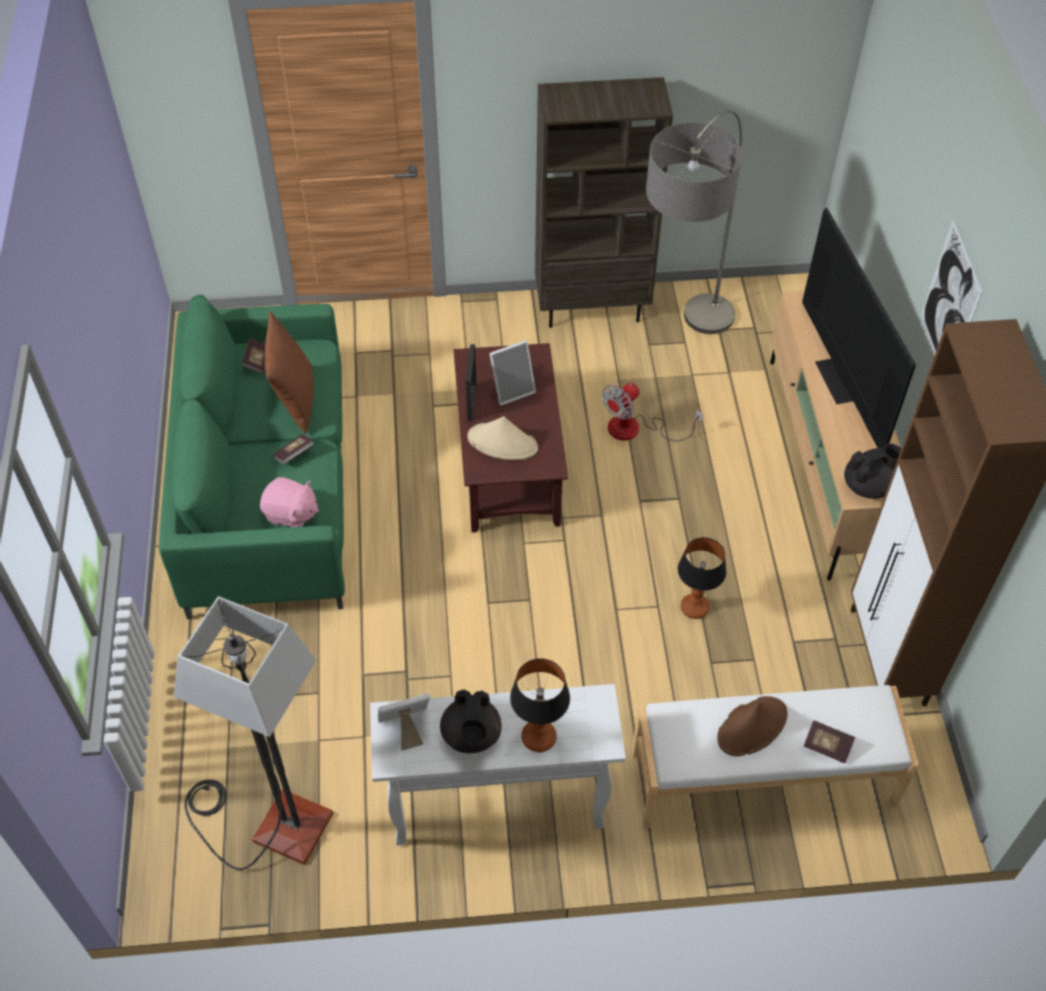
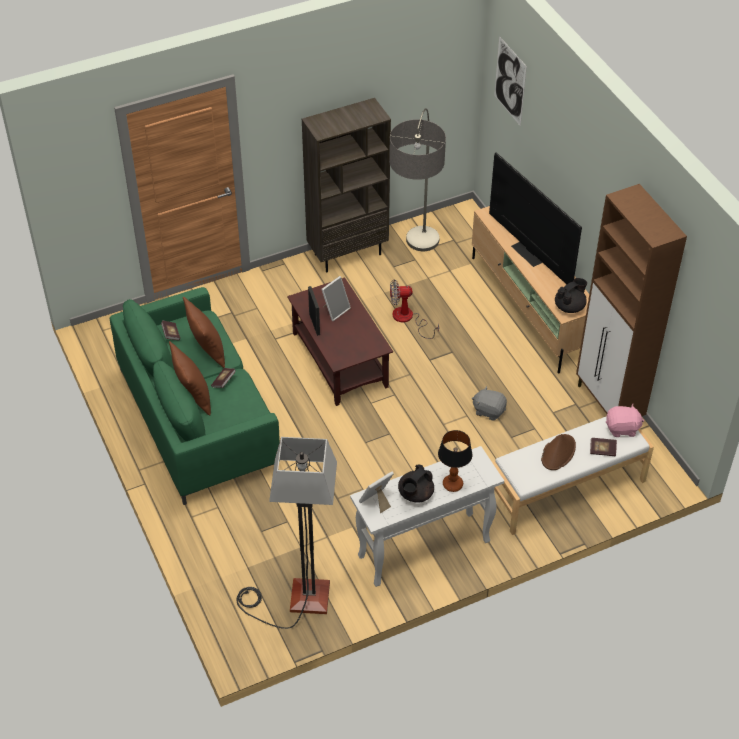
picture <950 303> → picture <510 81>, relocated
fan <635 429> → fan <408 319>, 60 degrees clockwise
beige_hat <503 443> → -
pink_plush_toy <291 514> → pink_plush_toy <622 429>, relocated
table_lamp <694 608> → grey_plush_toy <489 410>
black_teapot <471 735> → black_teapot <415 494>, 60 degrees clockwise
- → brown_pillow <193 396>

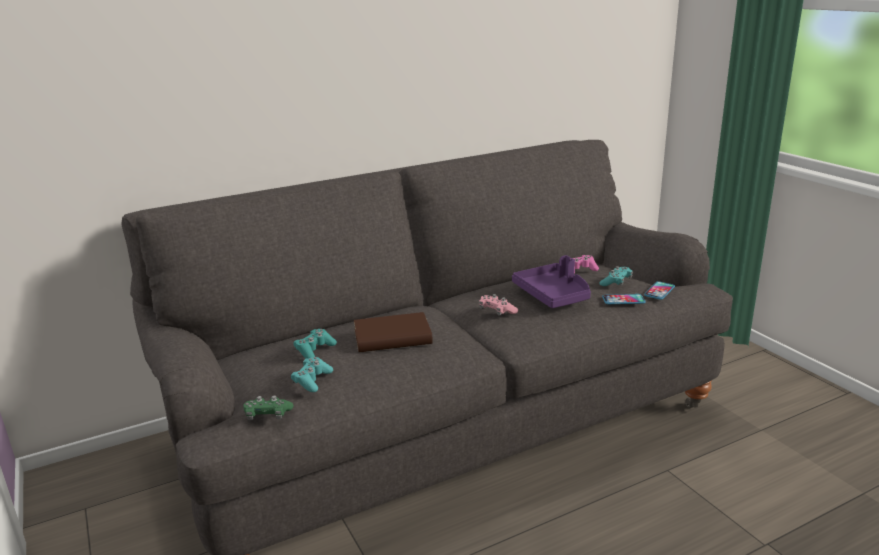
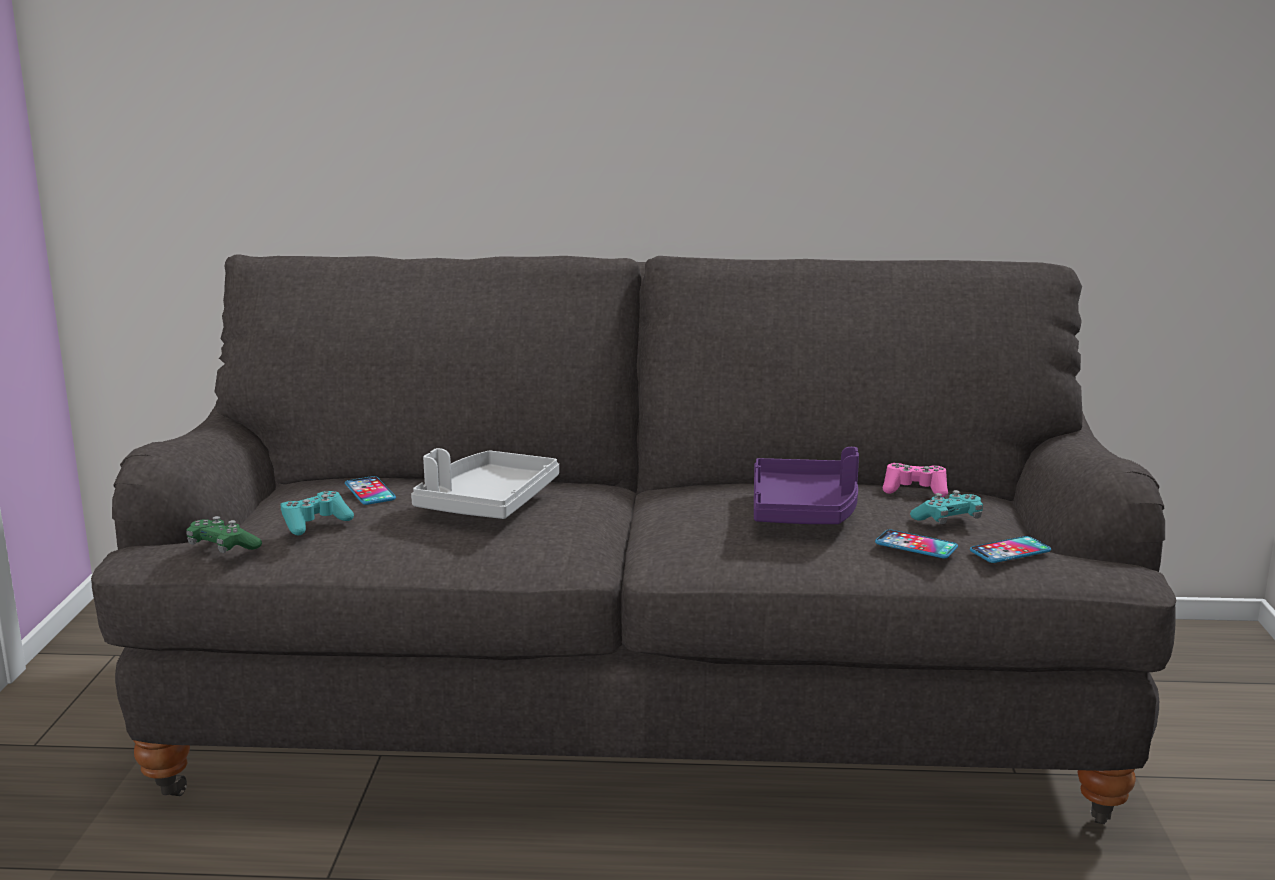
pink_game_controller <497 311> → -
brown_book <392 337> → grey_tray <487 503>
turquoise_game_controller <314 350> → phone <370 492>

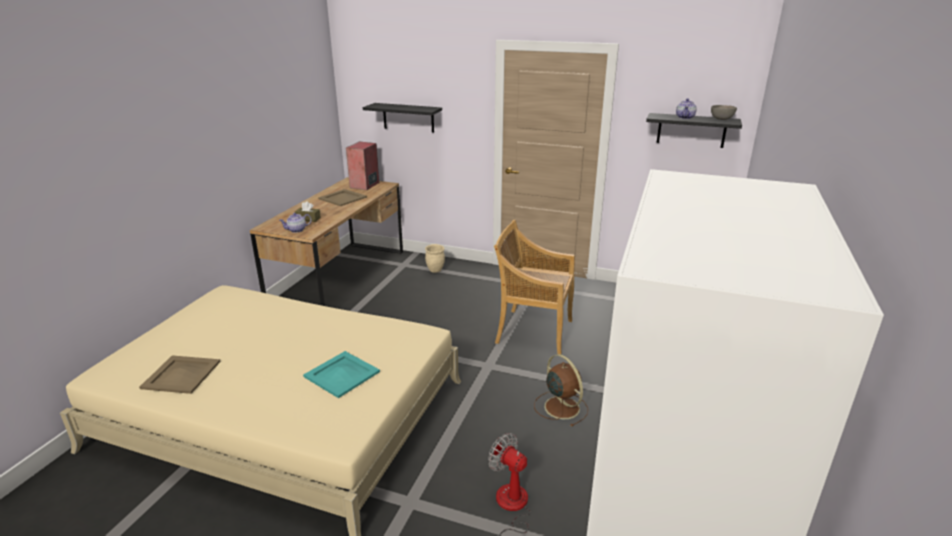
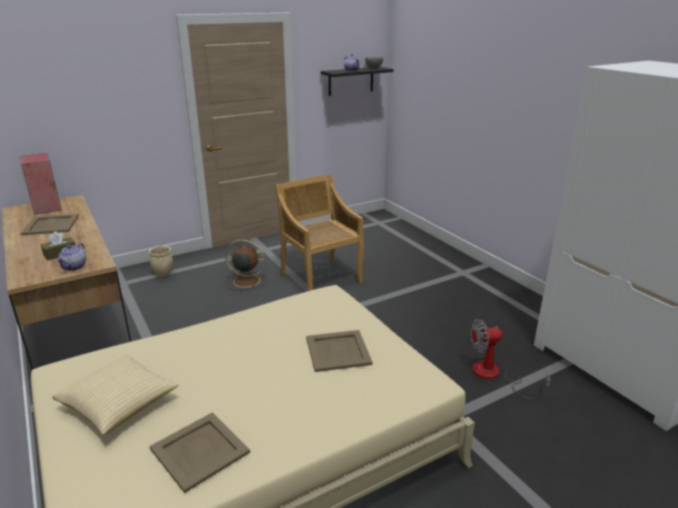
black_shelf <408 117> → -
beige_chair <532 331> → beige_chair <320 277>, 90 degrees clockwise
turquoise_tray <341 374> → beige_tray <337 351>
brown_fan <560 406> → brown_fan <245 281>, relocated
- → pillow <119 405>

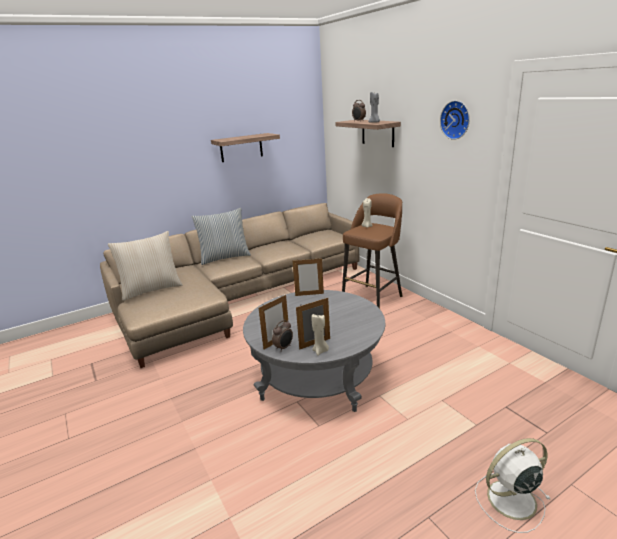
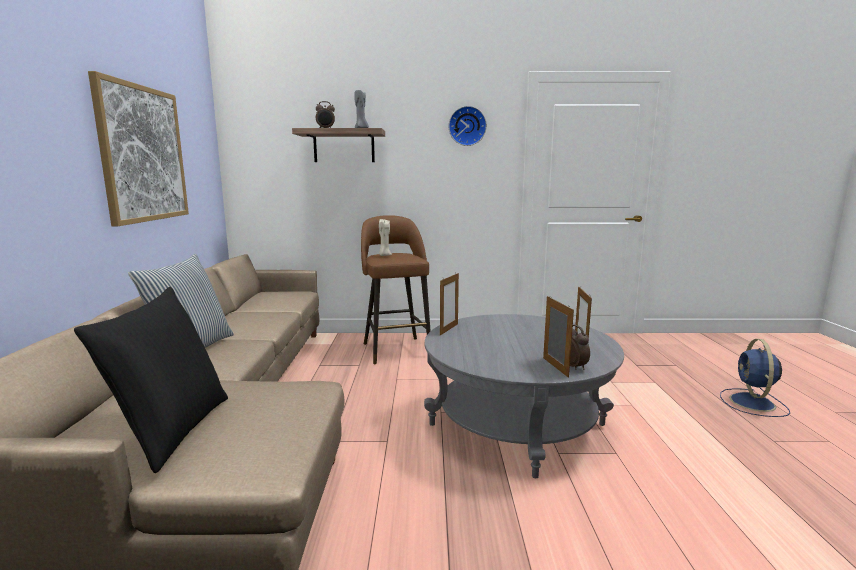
shelf <241 147> → picture <143 154>
beige_pillow <151 289> → black_pillow <172 431>
beige_candle <320 351> → -
white_fan <509 500> → blue_fan <753 403>

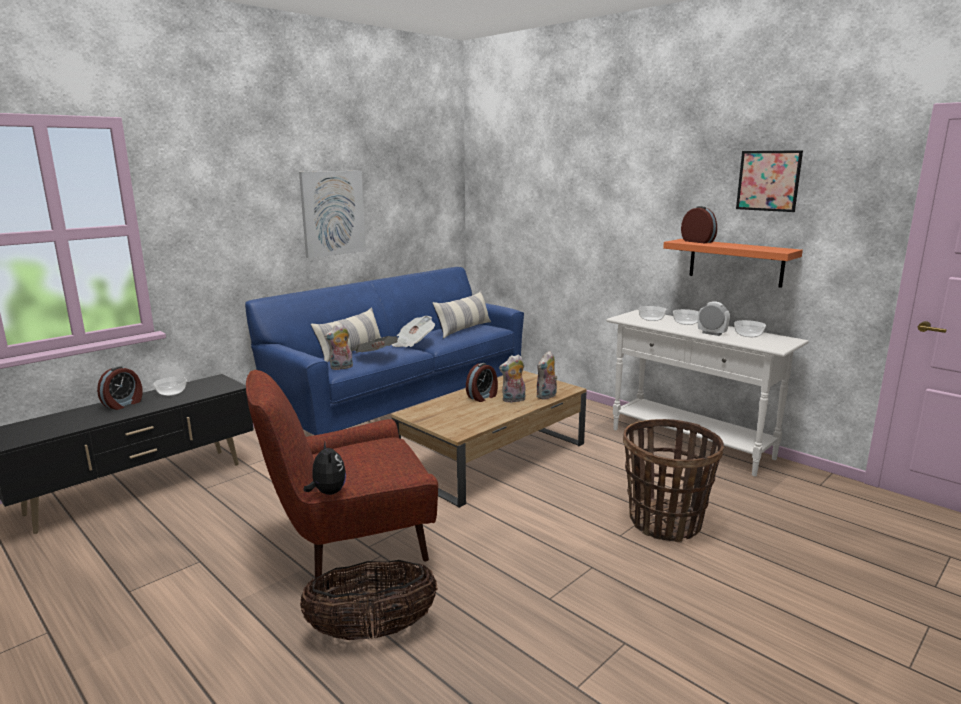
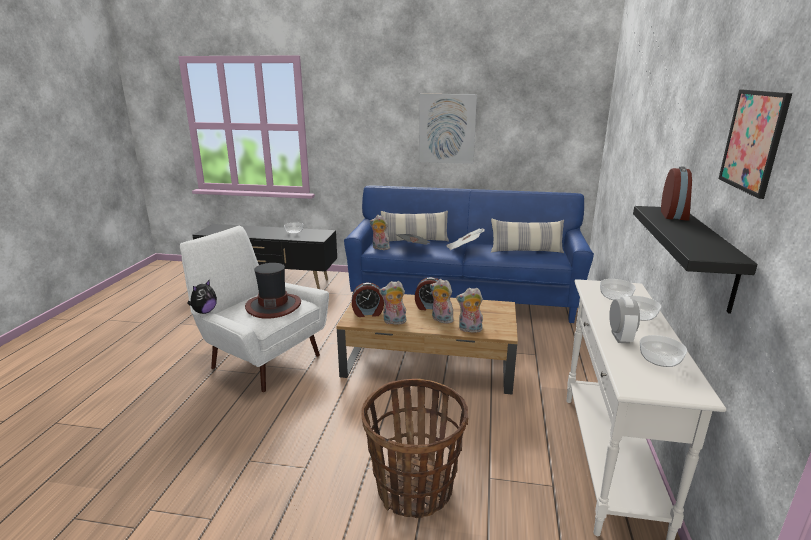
orange_shelf <735 262> → black_shelf <707 257>
alarm_clock <123 404> → alarm_clock <368 313>, relocated
red_armchair <350 545> → white_armchair <261 359>
basket <372 631> → -
- → hat <273 306>
- → plush_toy <394 322>

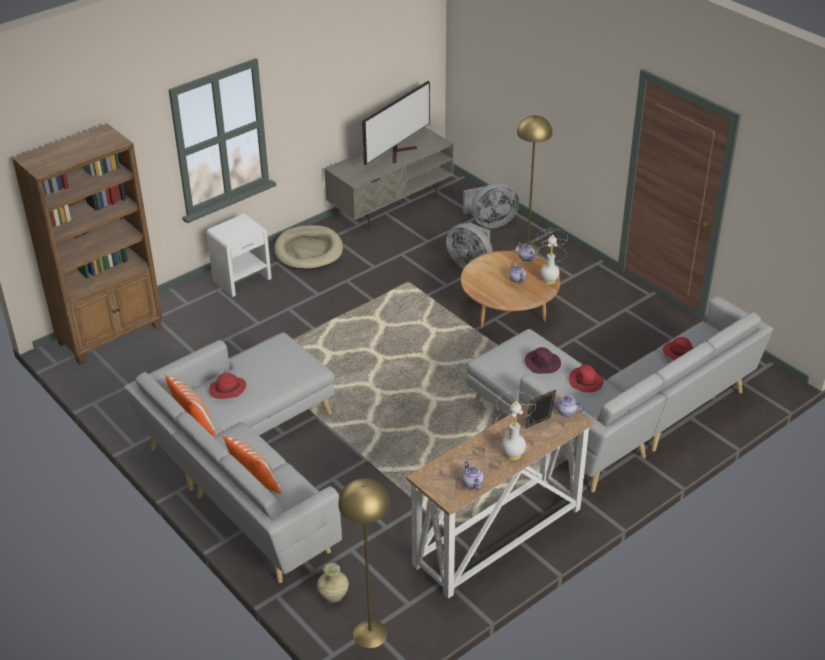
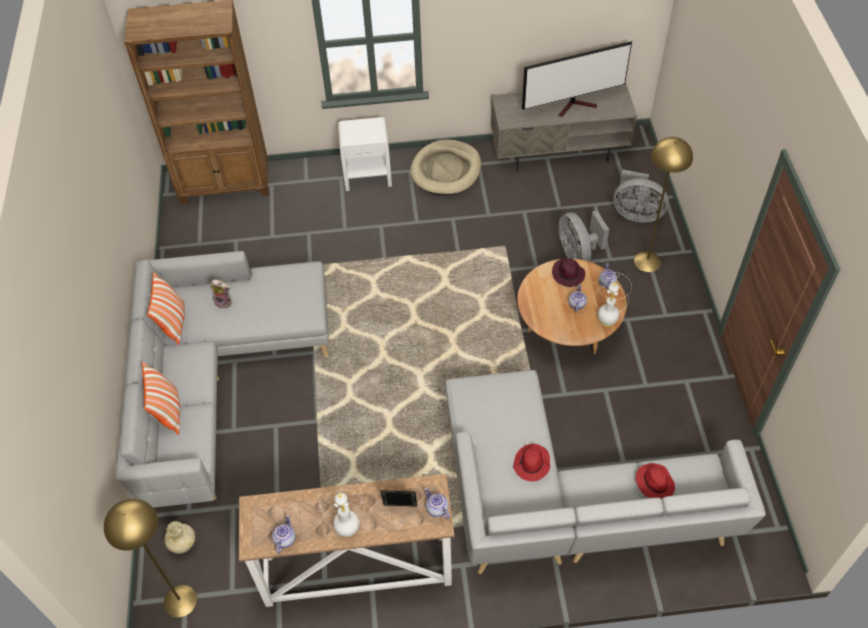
purple_hat <543 364> → purple_hat <568 274>, relocated
red_hat <227 390> → plush_toy <224 302>

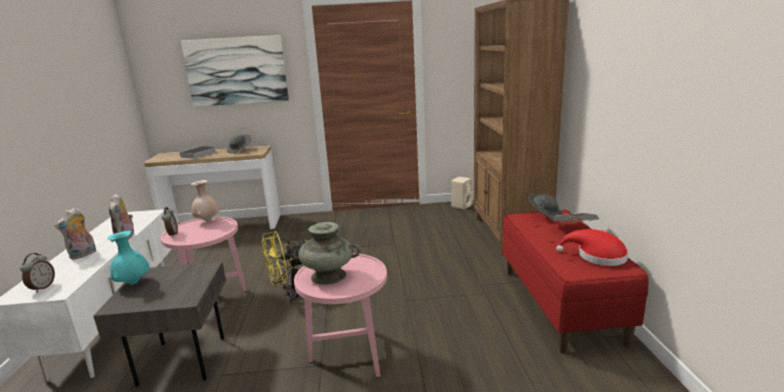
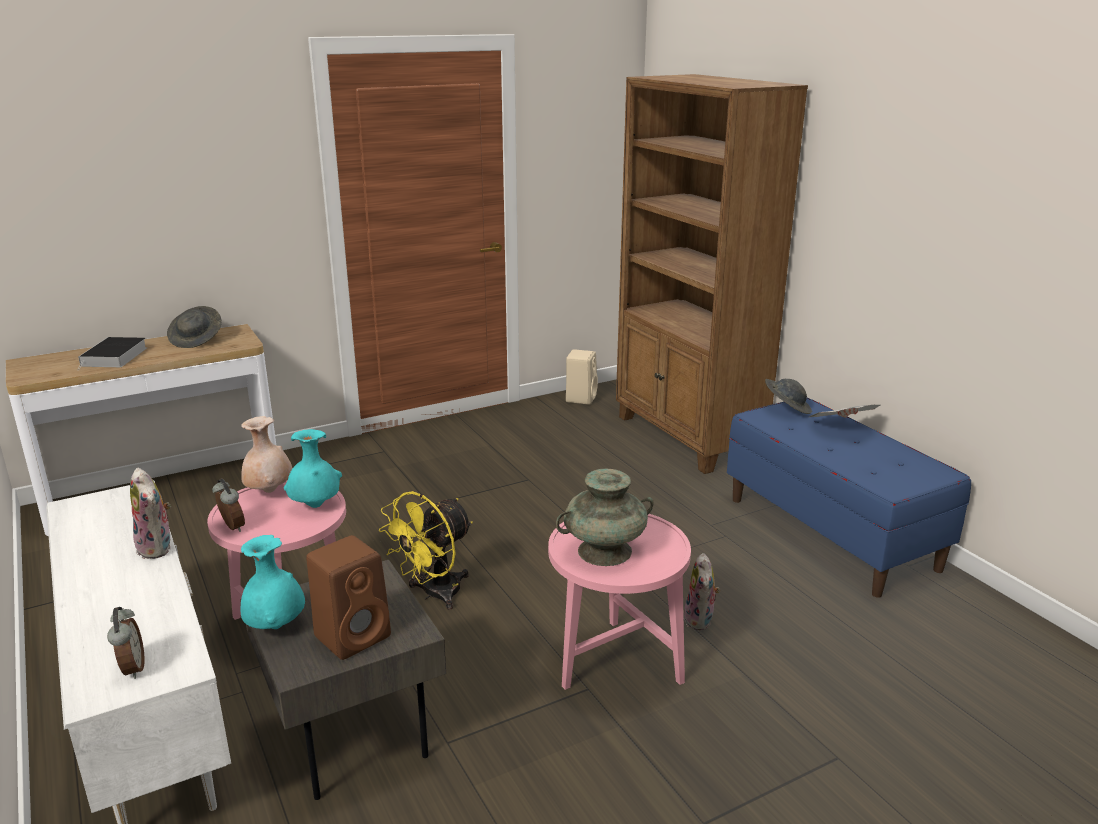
picture <236 71> → -
plush_toy <83 255> → plush_toy <701 620>, relocated
red_bench <561 304> → blue_bench <831 533>
red_hat <597 256> → -
- → turquoise_vase <315 506>
- → brown_speaker <354 635>

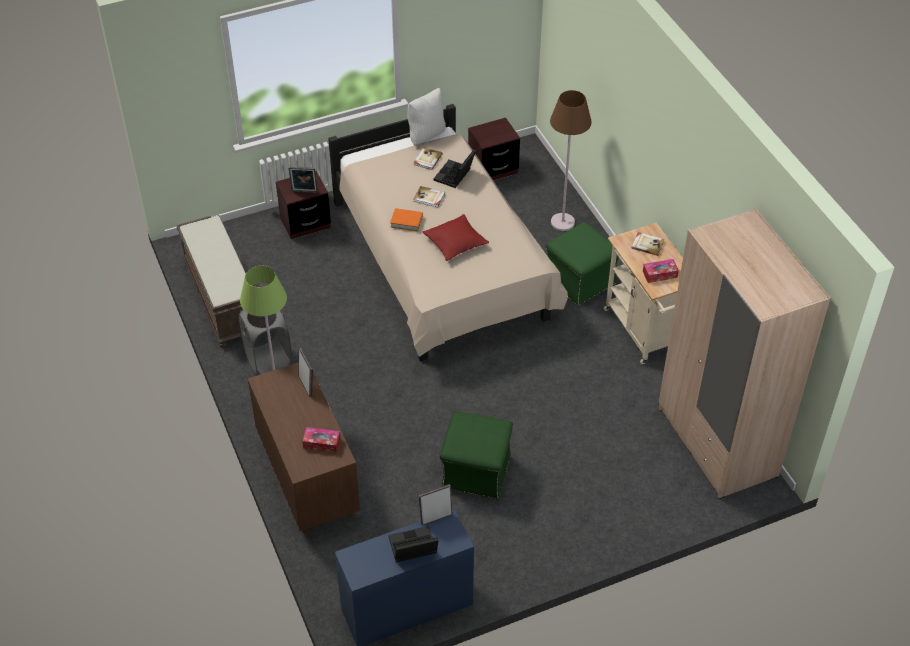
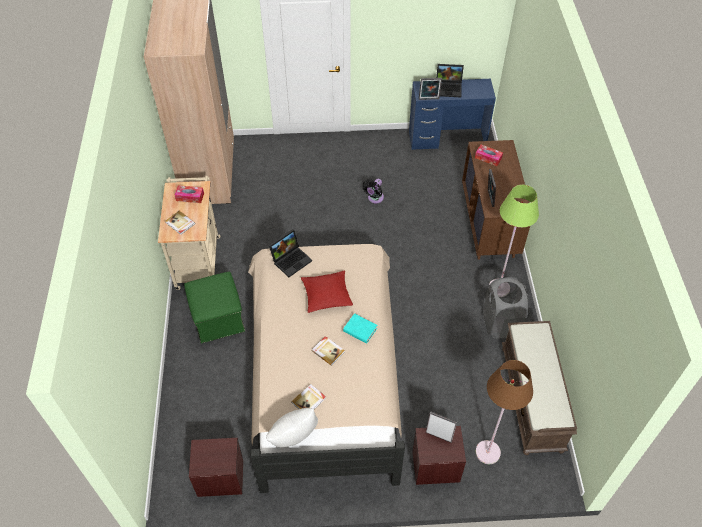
brown_floor_lamp <562 222> → brown_floor_lamp <488 452>, relocated
laptop <455 176> → laptop <291 259>, relocated
orange_book <406 222> → turquoise_book <360 330>
green_ottoman <475 471> → black_fan <374 198>

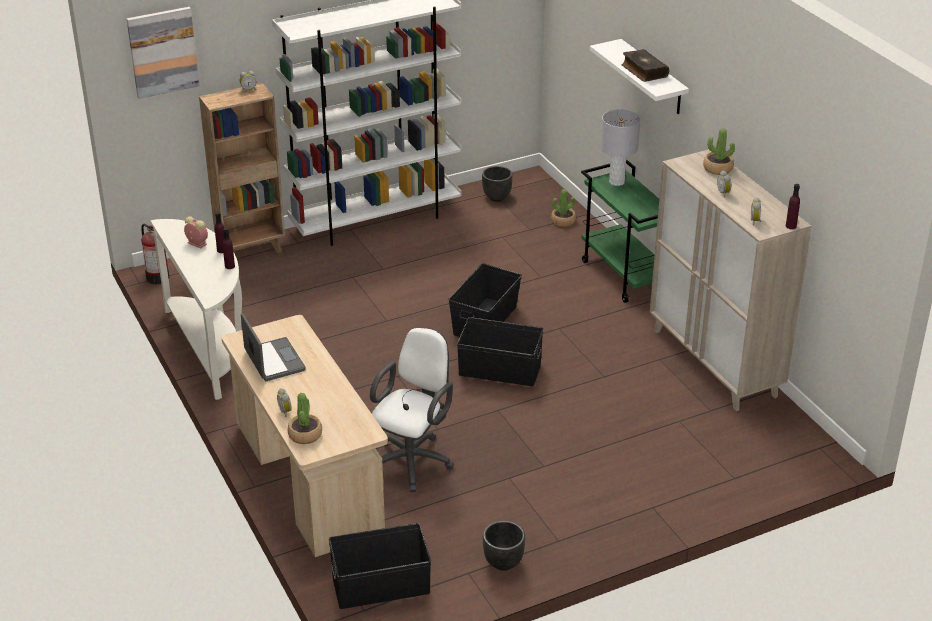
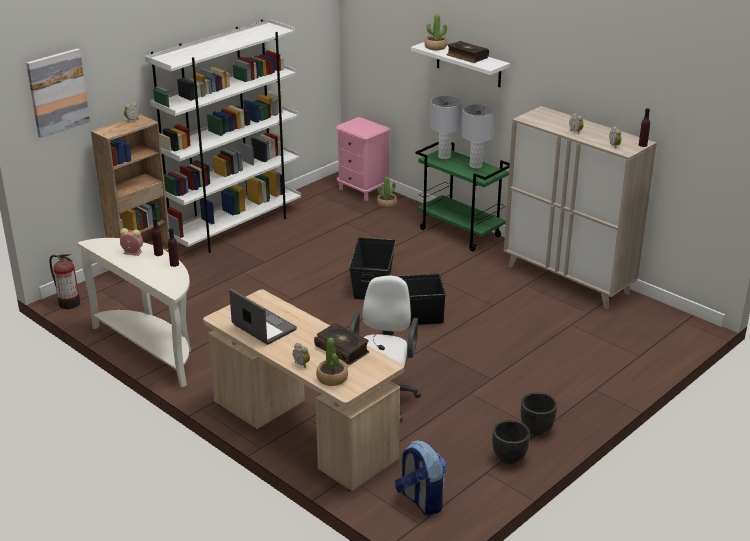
potted_plant <717 169> → potted_plant <435 47>, relocated
black_planter <497 197> → black_planter <537 429>, relocated
black_storage_box <380 585> → backpack <420 500>
- → grey_table_lamp <475 165>
- → pink_nightstand <362 190>
- → book <342 349>

